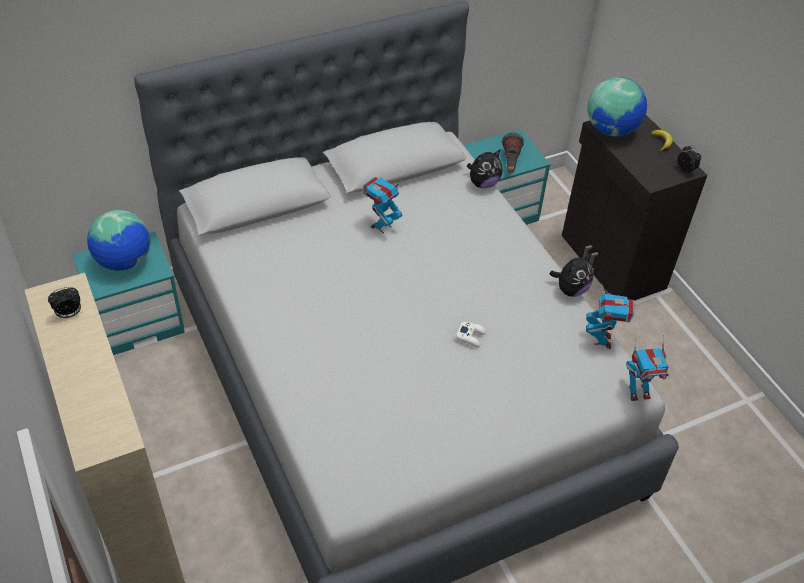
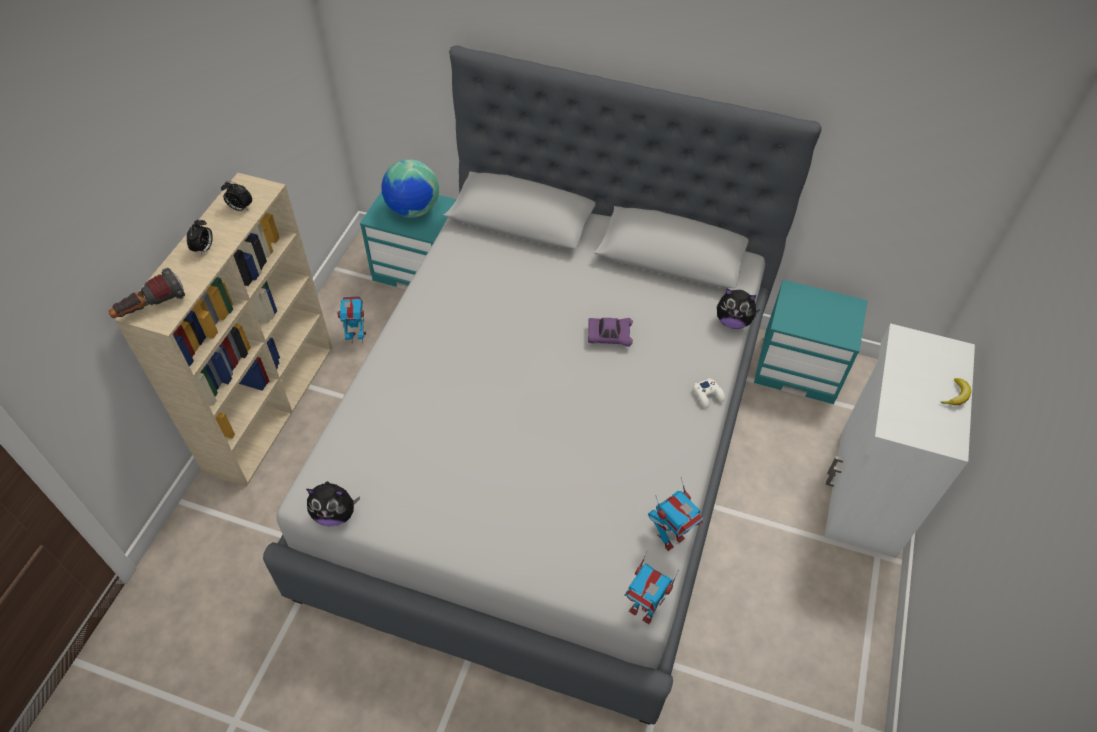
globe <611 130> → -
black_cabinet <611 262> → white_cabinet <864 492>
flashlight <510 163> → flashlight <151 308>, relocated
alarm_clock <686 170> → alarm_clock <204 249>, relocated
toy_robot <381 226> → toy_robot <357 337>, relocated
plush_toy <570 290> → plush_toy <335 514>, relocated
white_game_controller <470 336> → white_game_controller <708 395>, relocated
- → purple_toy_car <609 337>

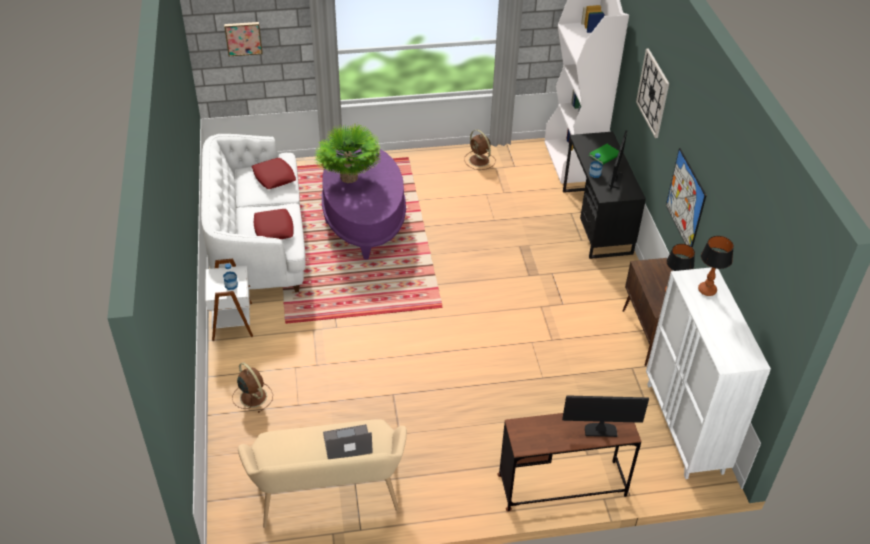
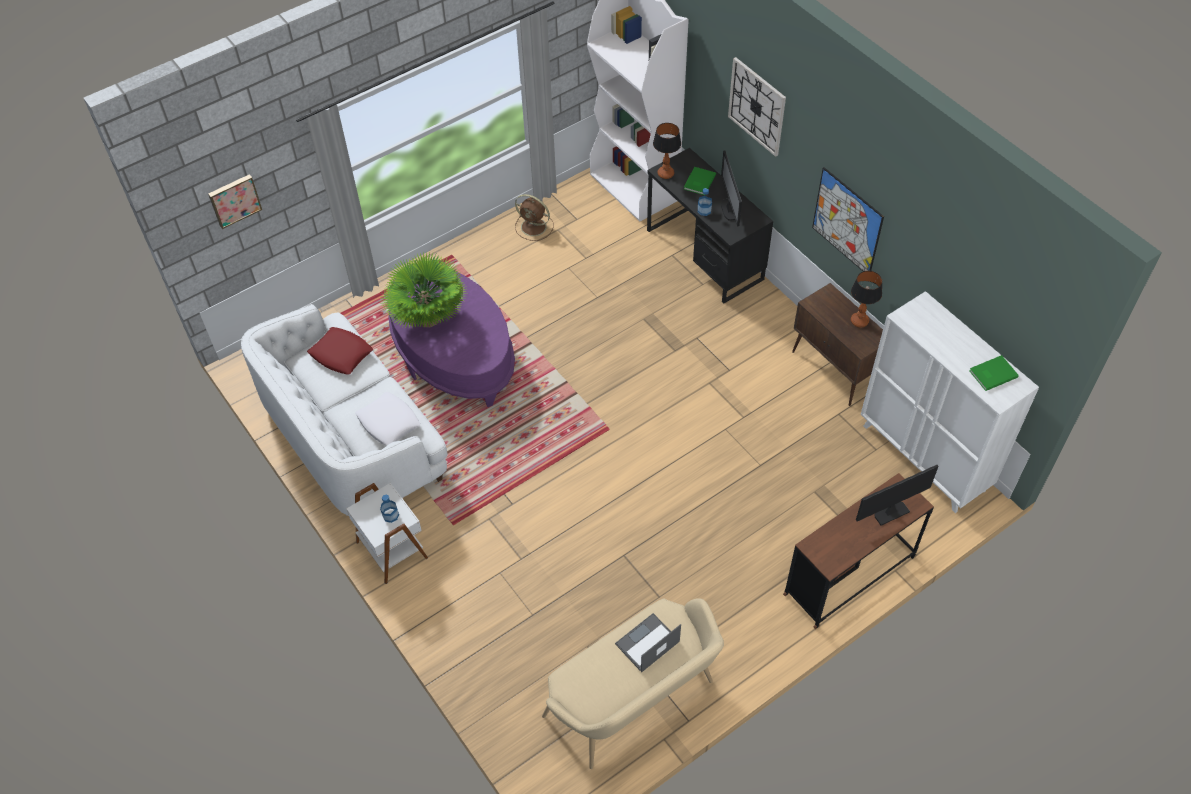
red_pillow <273 229> → white_pillow <388 422>
table_lamp <707 290> → table_lamp <665 173>, relocated
brown_fan <252 396> → -
- → green_book <992 373>

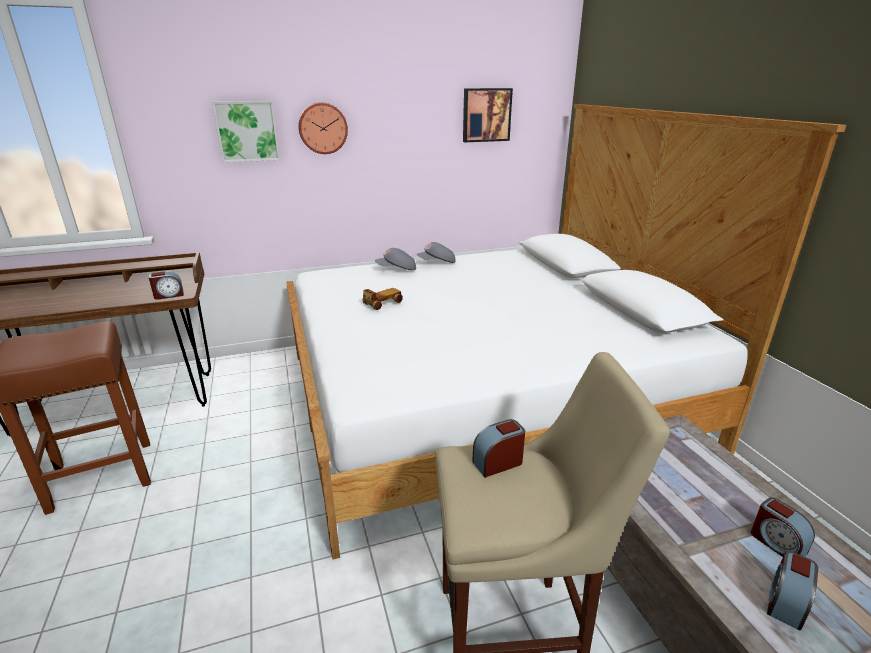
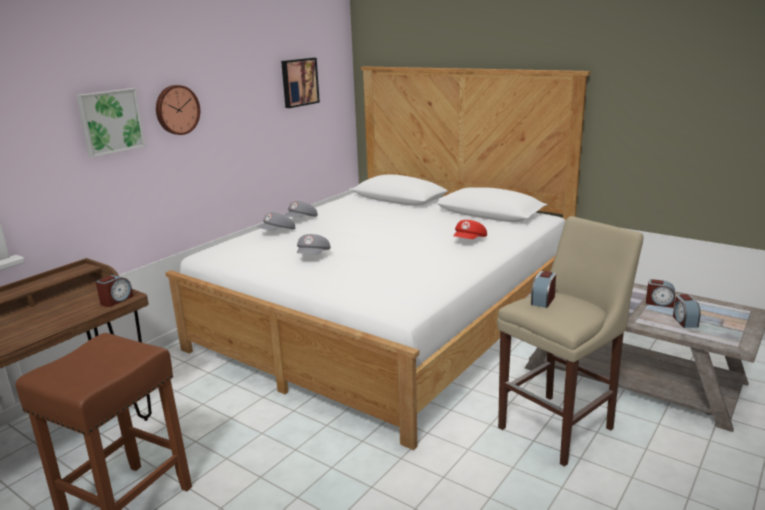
toy_car <382 303> → grey_cap <313 256>
- → red_cap <470 241>

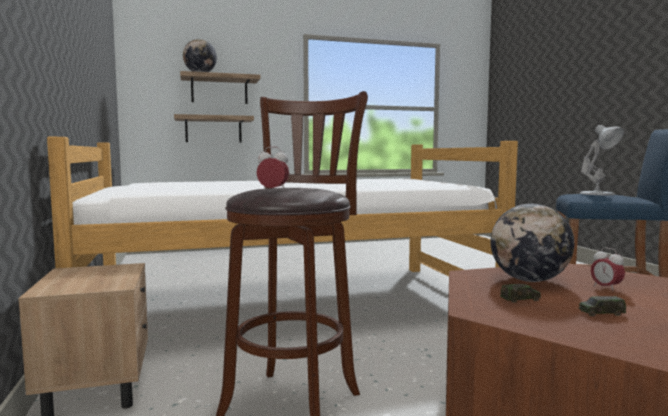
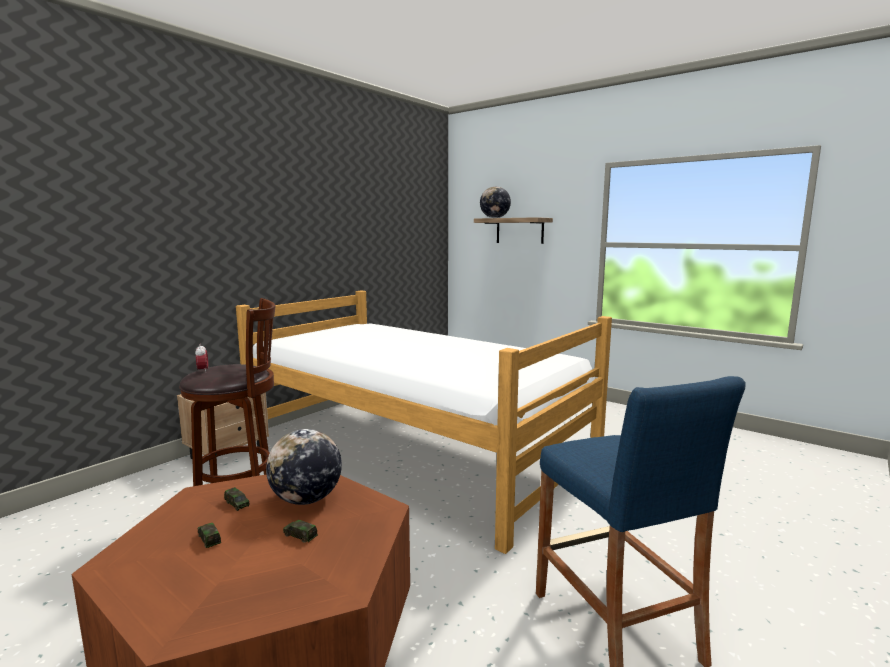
shelf <213 129> → -
white_table_lamp <598 194> → -
alarm_clock <606 288> → toy_car <300 536>

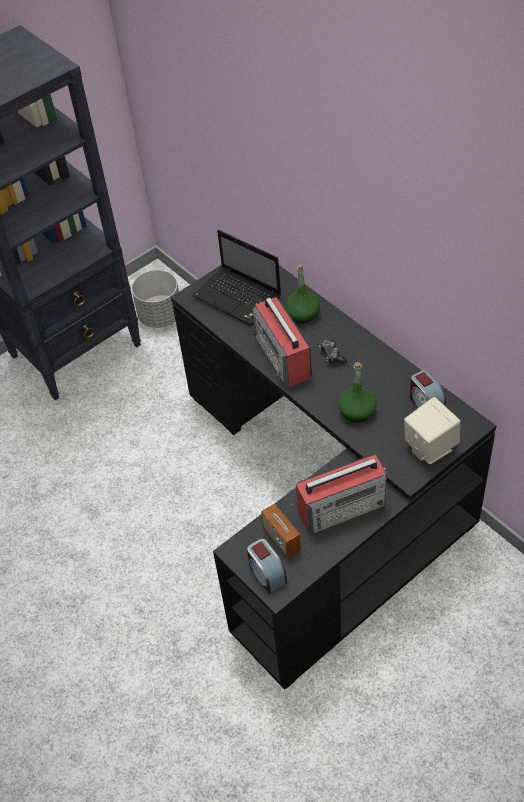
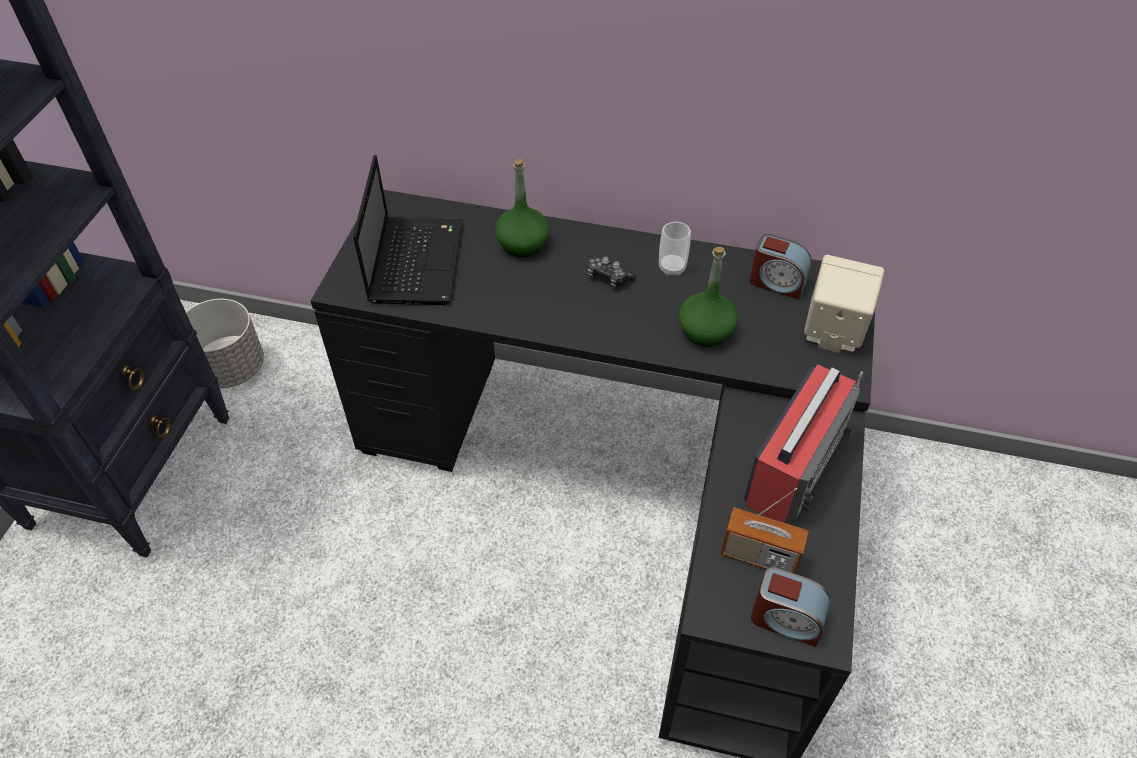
laptop <239 297> → laptop <415 260>, 90 degrees counterclockwise
radio <283 357> → -
- → cup <672 268>

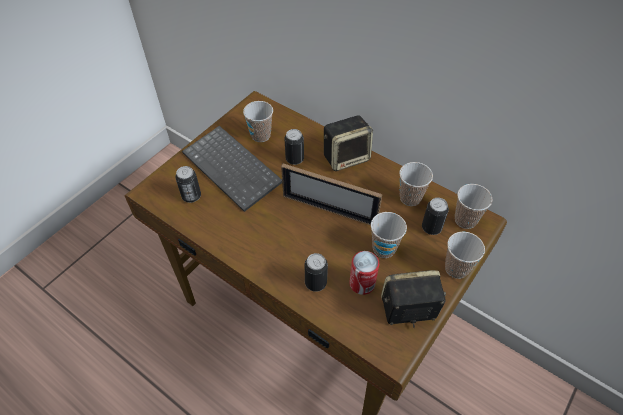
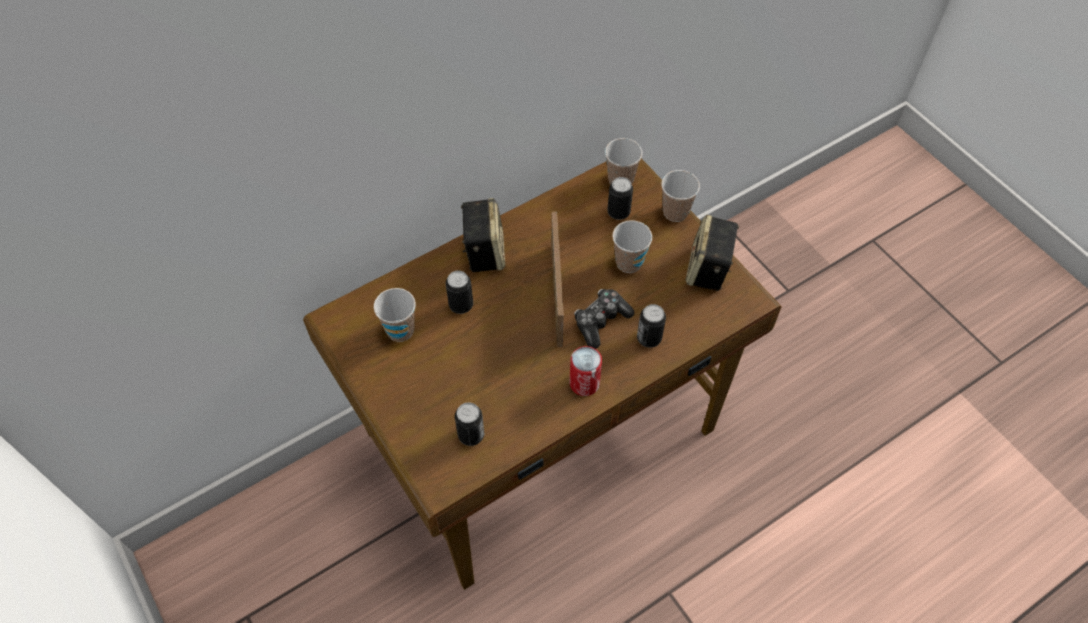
keyboard <234 168> → -
cup <410 198> → -
picture_frame <329 210> → picture_frame <556 294>, 45 degrees counterclockwise
can <362 283> → can <584 383>, relocated
- → game_controller <601 321>

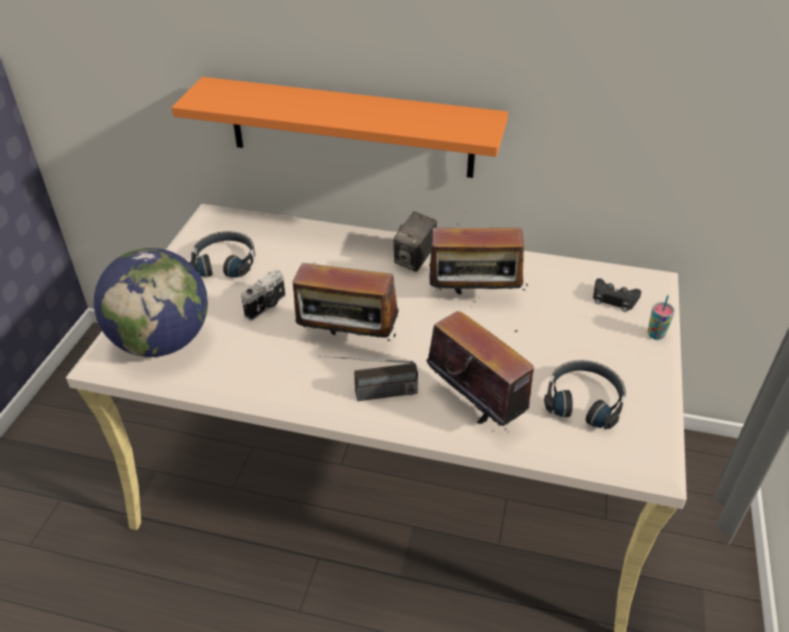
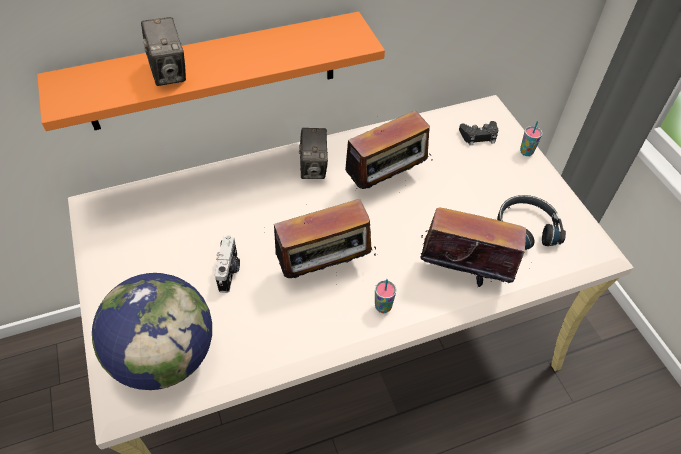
black_headphones <225 262> → -
radio <370 395> → cup <383 307>
- → photo_camera <169 73>

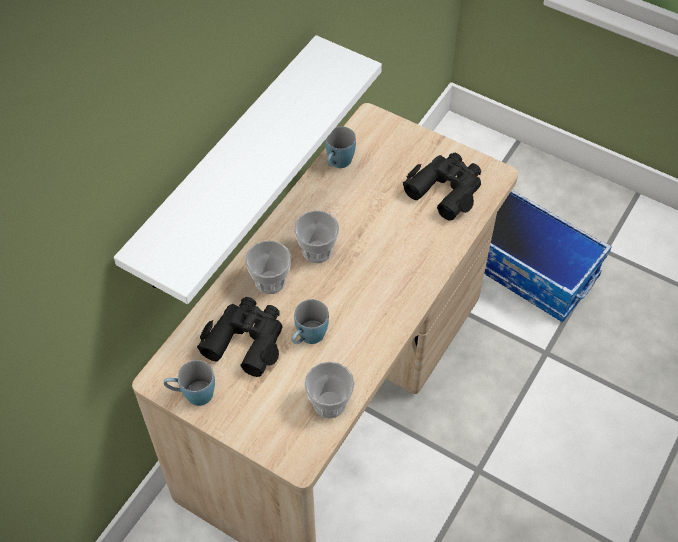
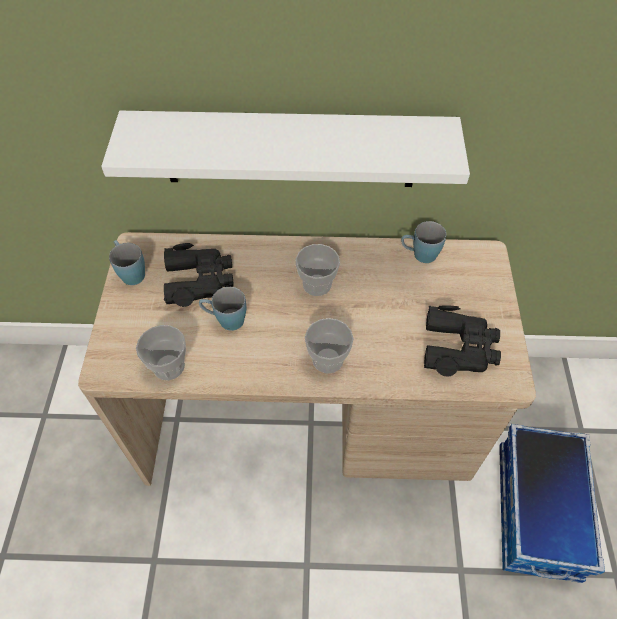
cup <270 281> → cup <327 359>, relocated

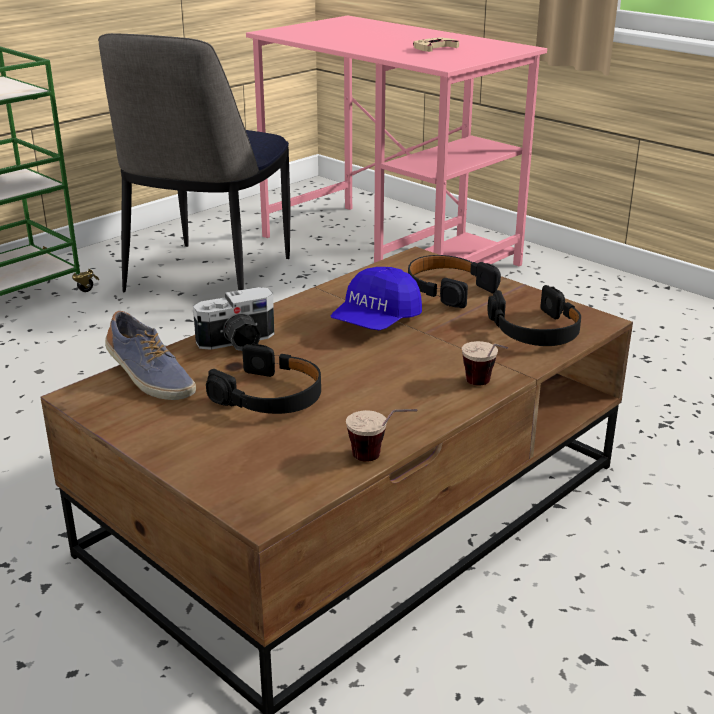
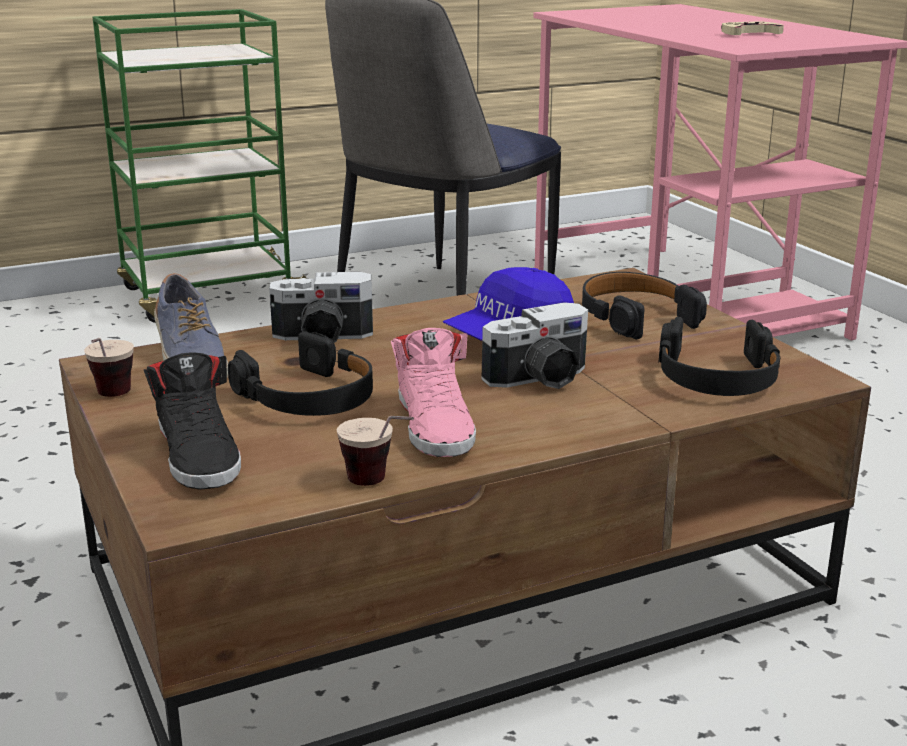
cup <485 387> → cup <110 399>, relocated
- → photo_camera <541 379>
- → pink_shoe <435 425>
- → black_shoe <199 455>

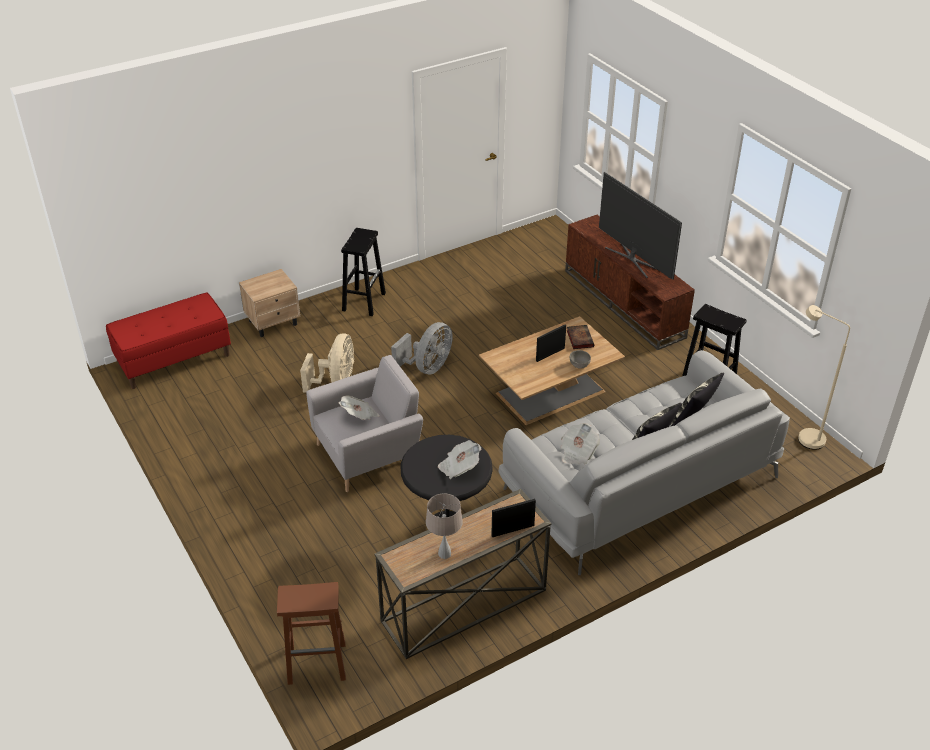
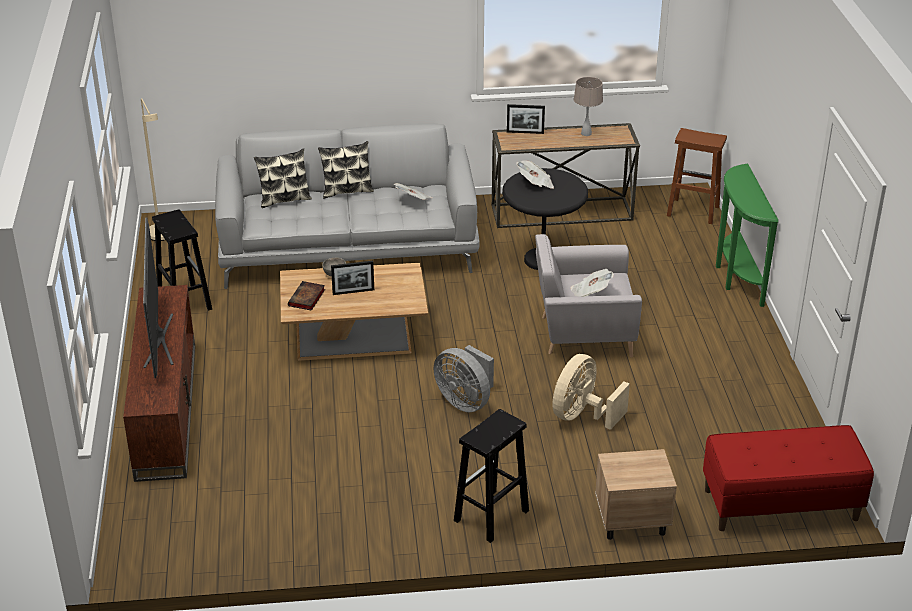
grey_fan <427 367> → grey_fan <465 401>, 105 degrees counterclockwise
- → green_console_table <736 277>

